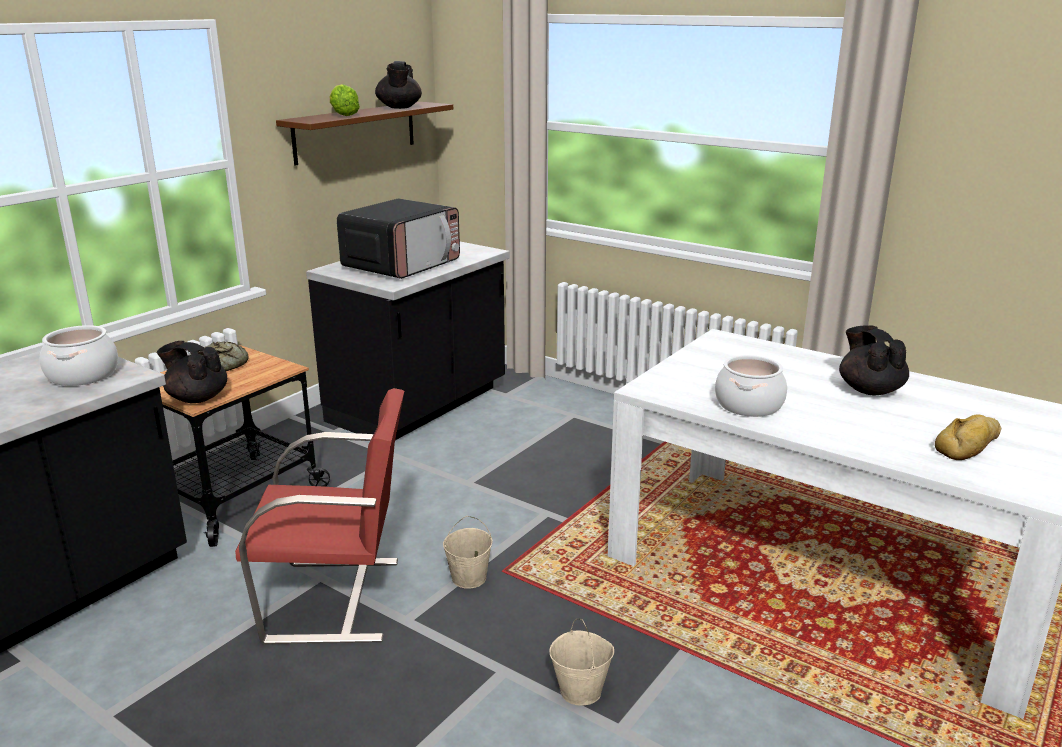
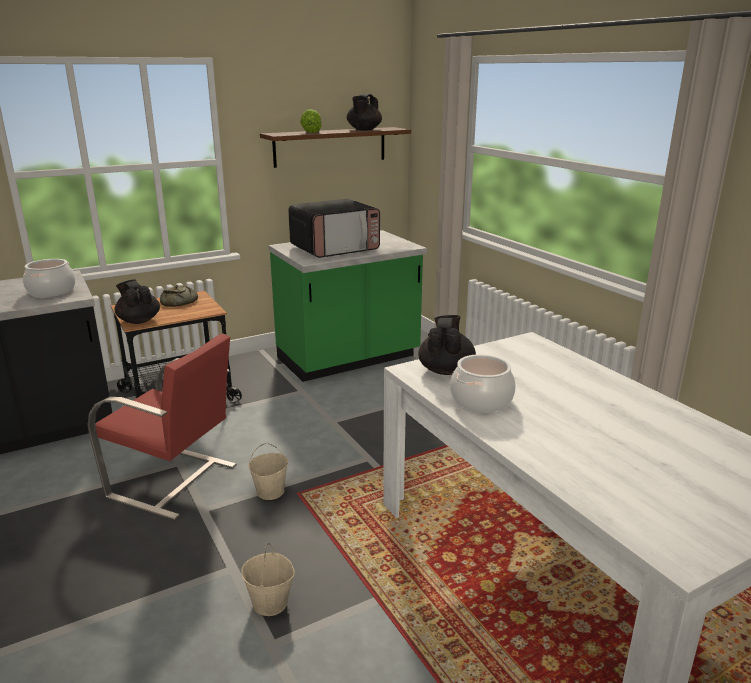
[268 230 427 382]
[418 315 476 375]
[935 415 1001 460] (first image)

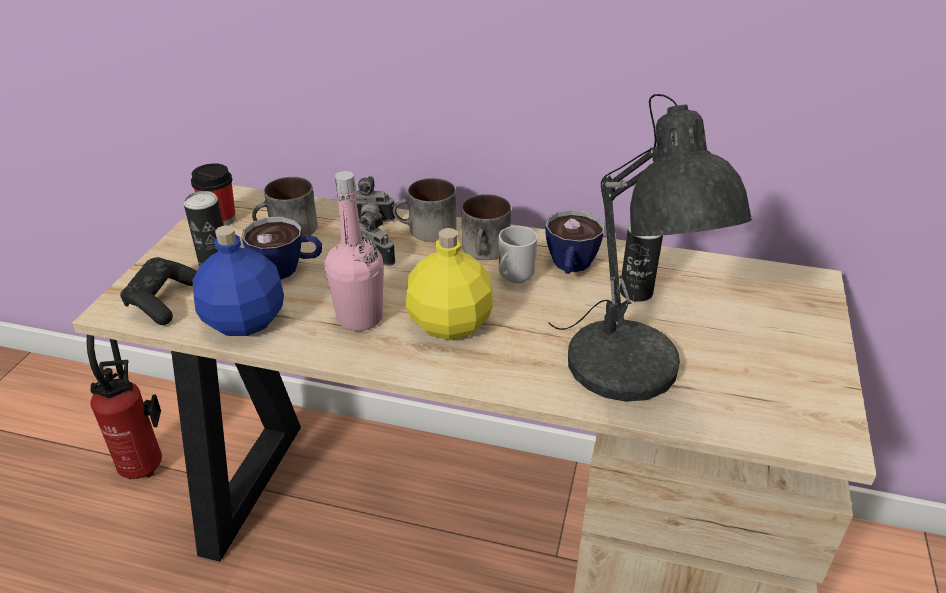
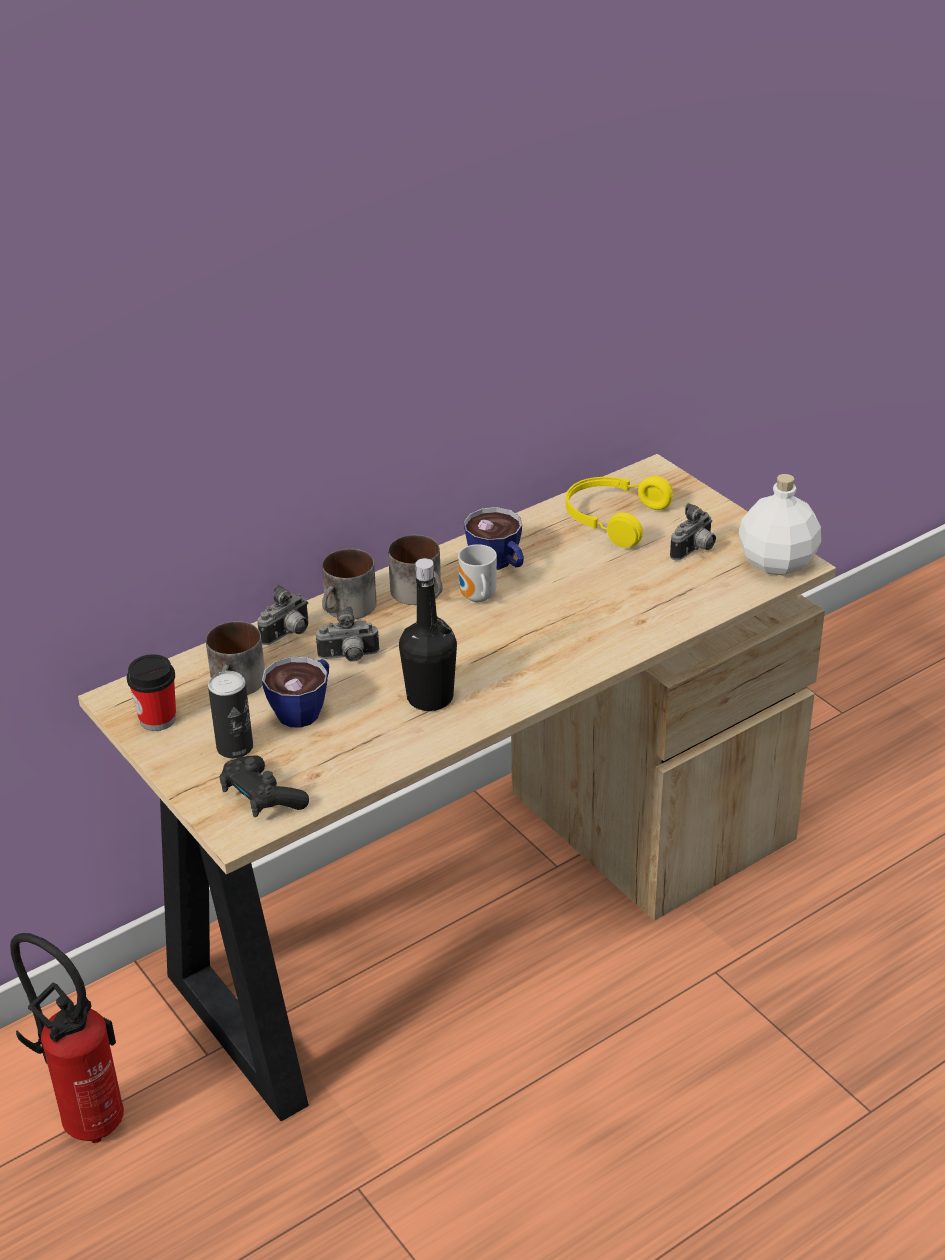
[193 225 284 336] (first image)
[399 558 457 711]
[406 228 493 340] (first image)
[549 94 752 401] (first image)
[620 224 663 302] (first image)
[566 476 673 548]
[670 503 716 560]
[739 474 821 575]

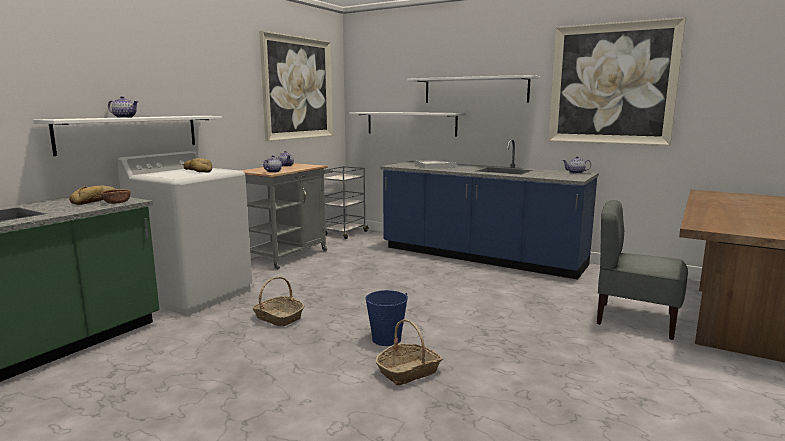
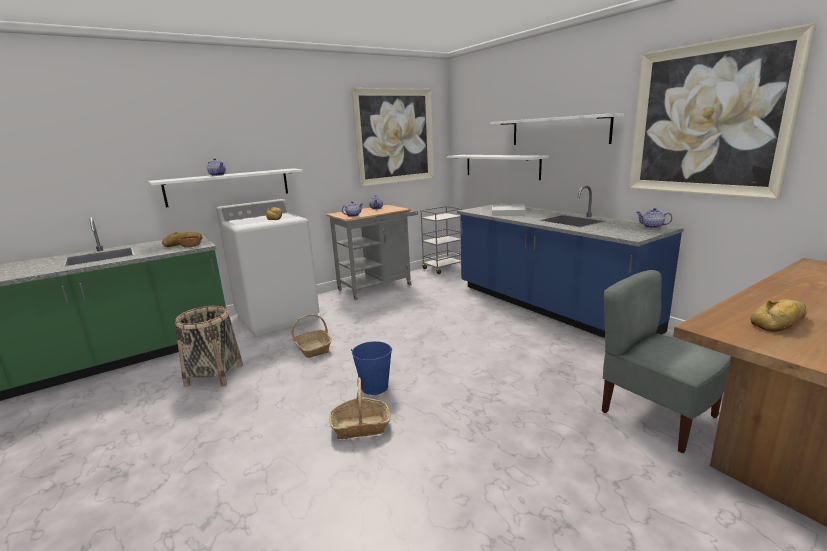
[175 306 243 387]
[750 299 808 332]

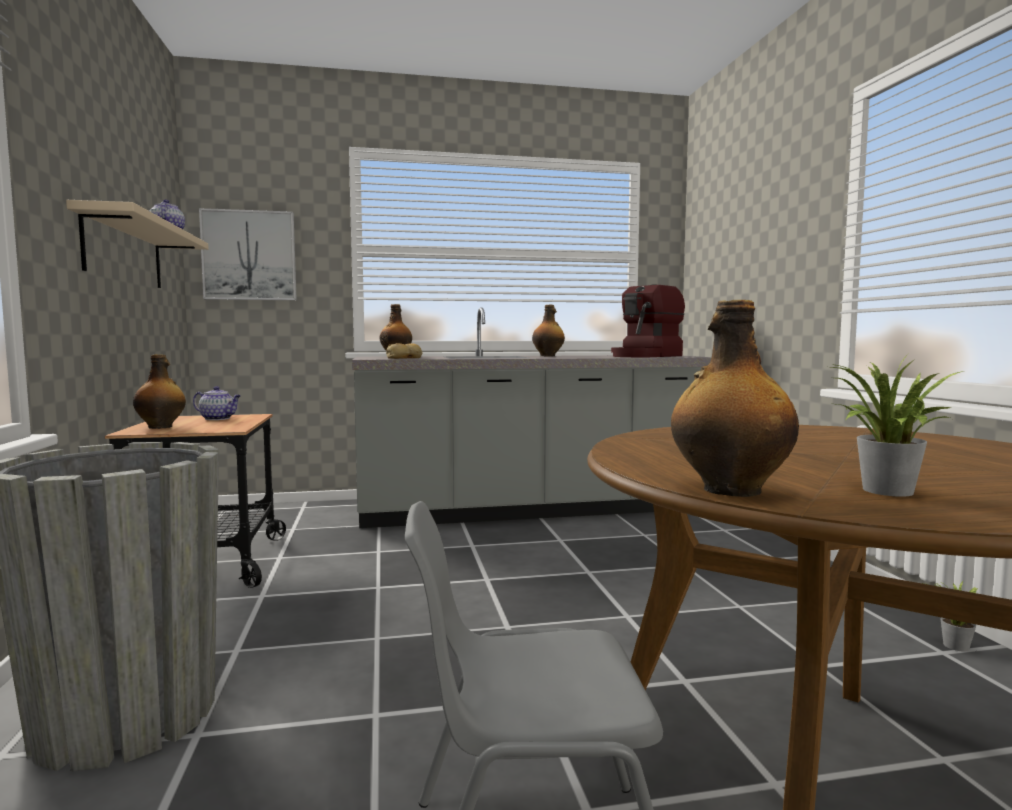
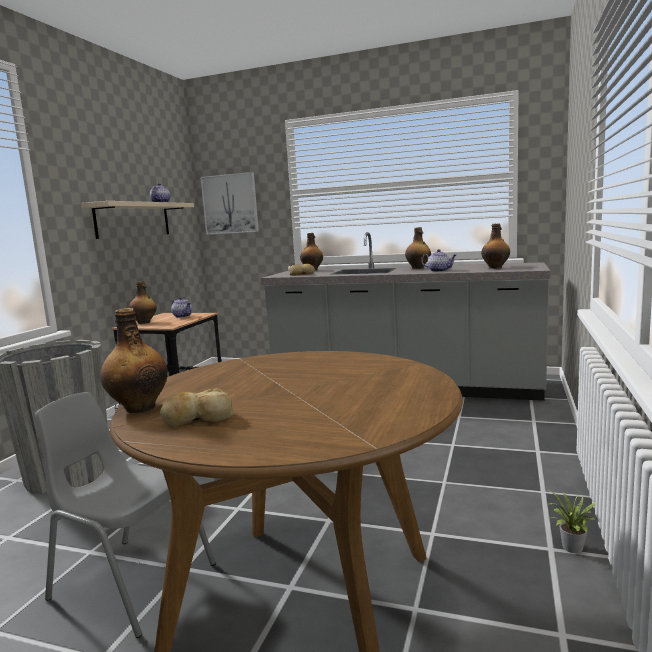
[481 223 510 269]
[160 388 233 427]
[421 249 456 272]

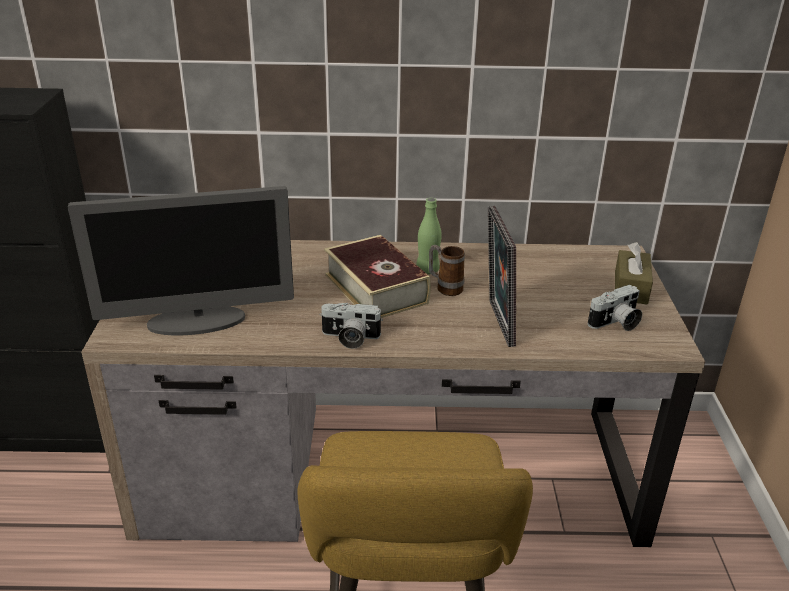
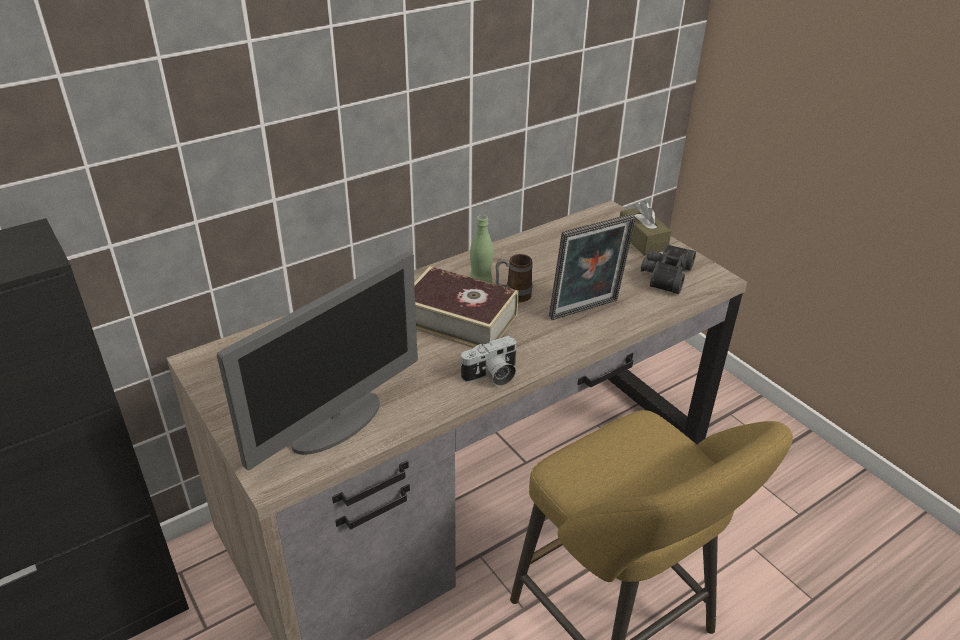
[549 214 636 320]
[641 244 696 294]

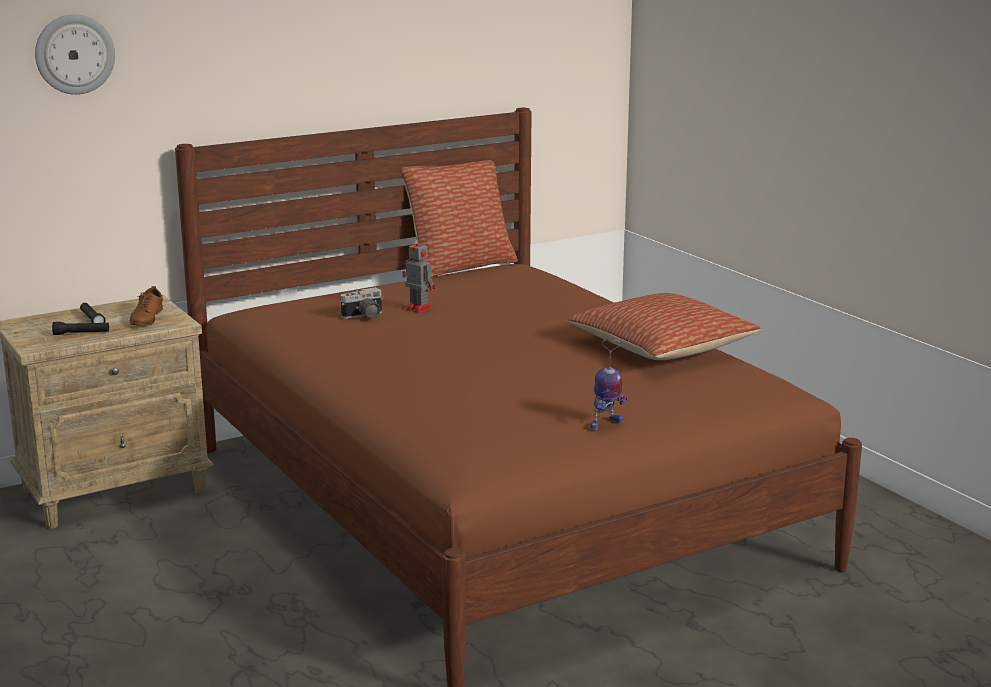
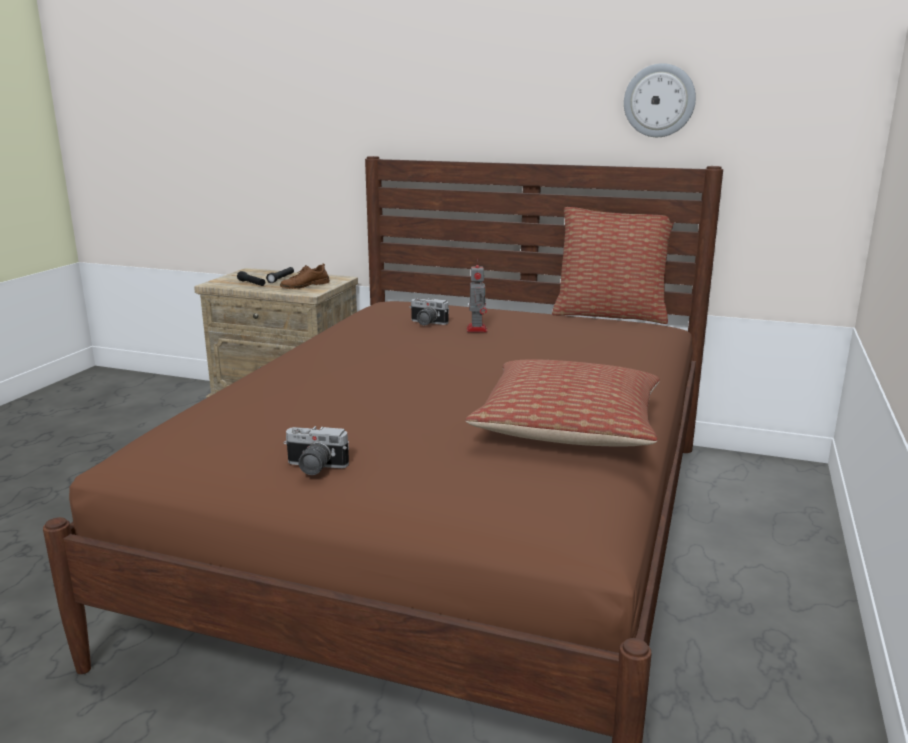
[624 63 696 137]
[283 426 349 475]

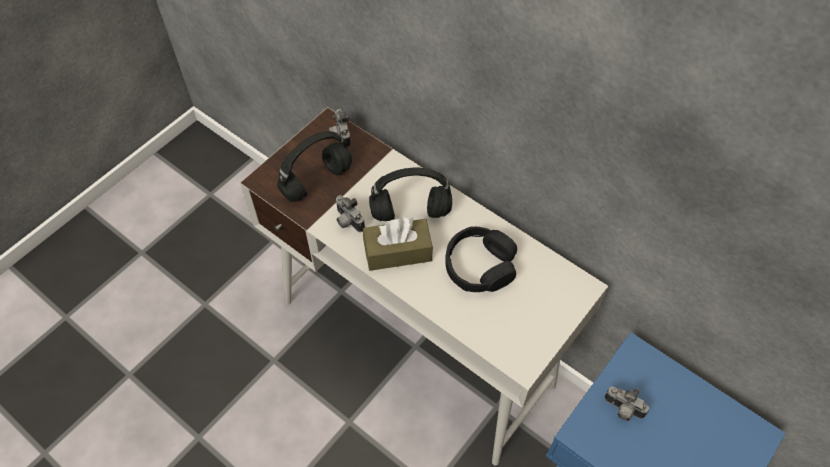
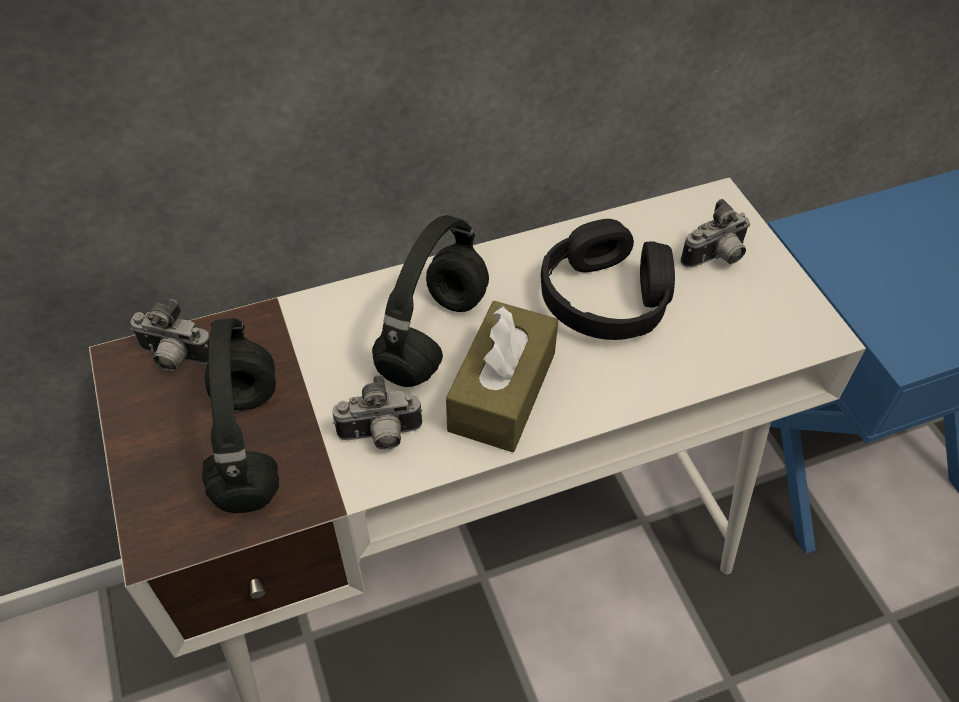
[680 199 750 268]

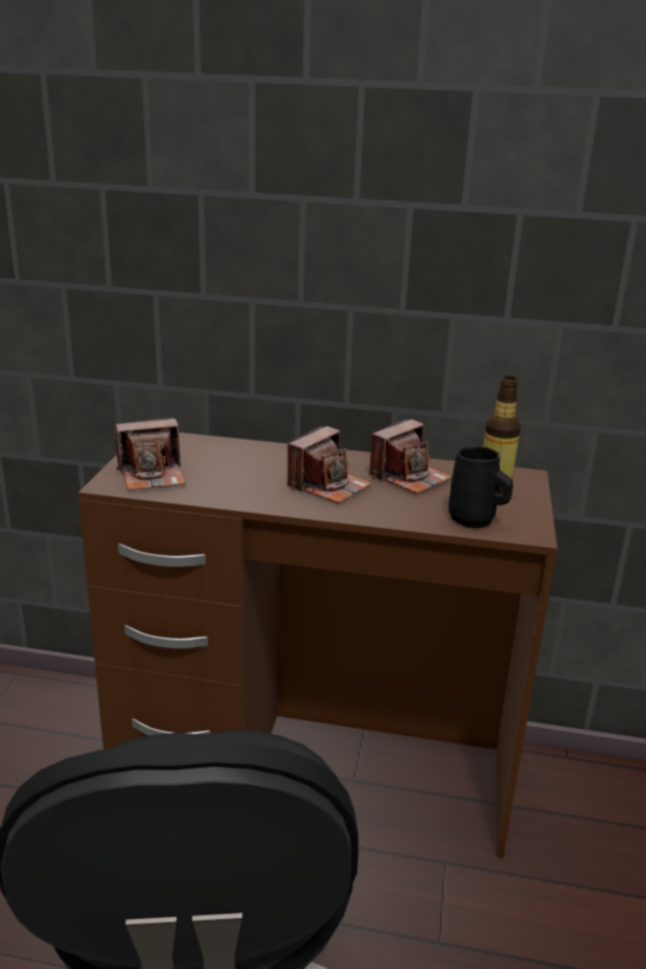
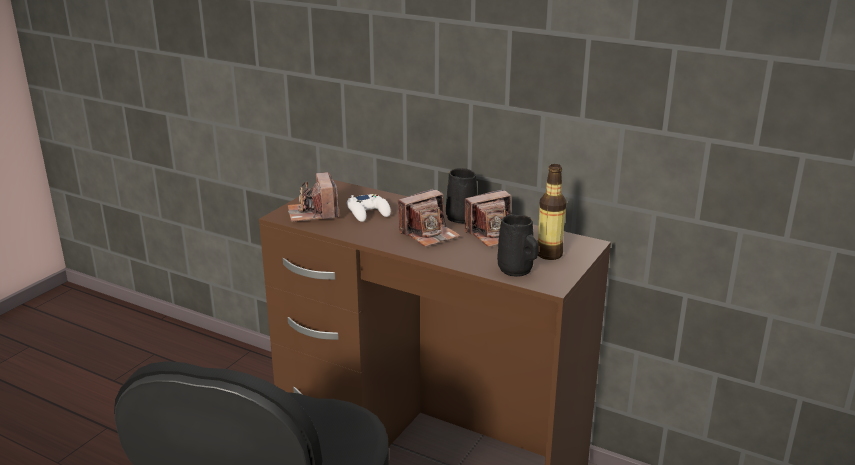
[288 172 339 222]
[347 194 391 222]
[446 168 478 224]

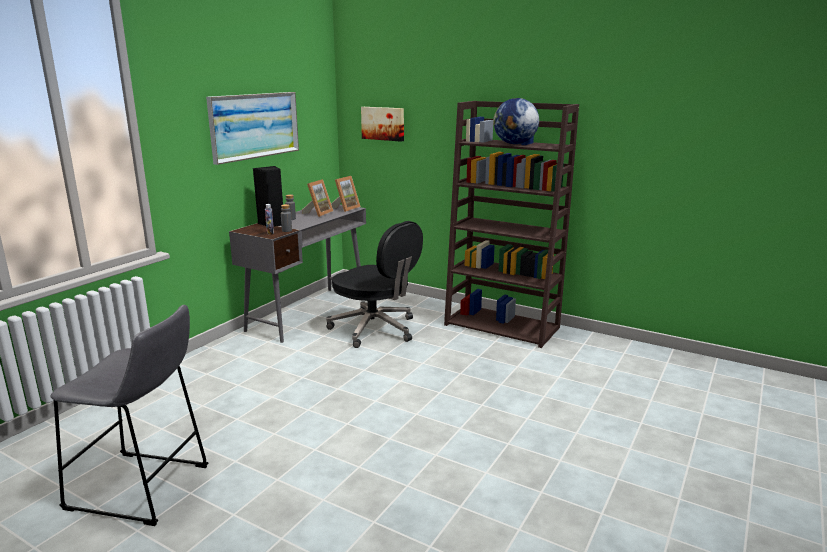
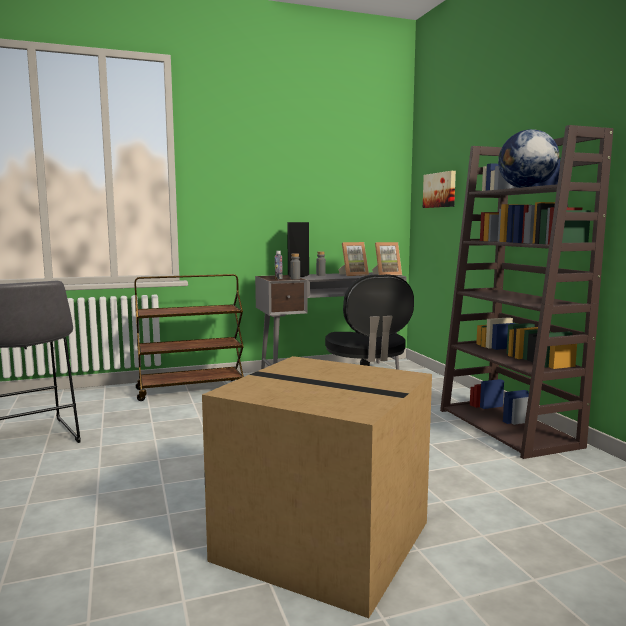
[206 92 299 165] (first image)
[134 274 244 401]
[202 356 432 618]

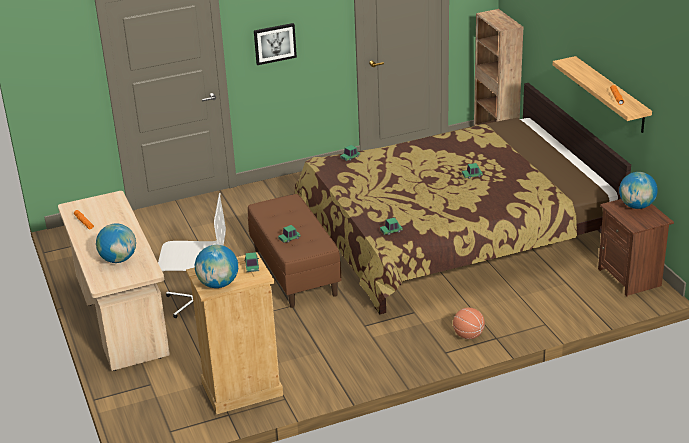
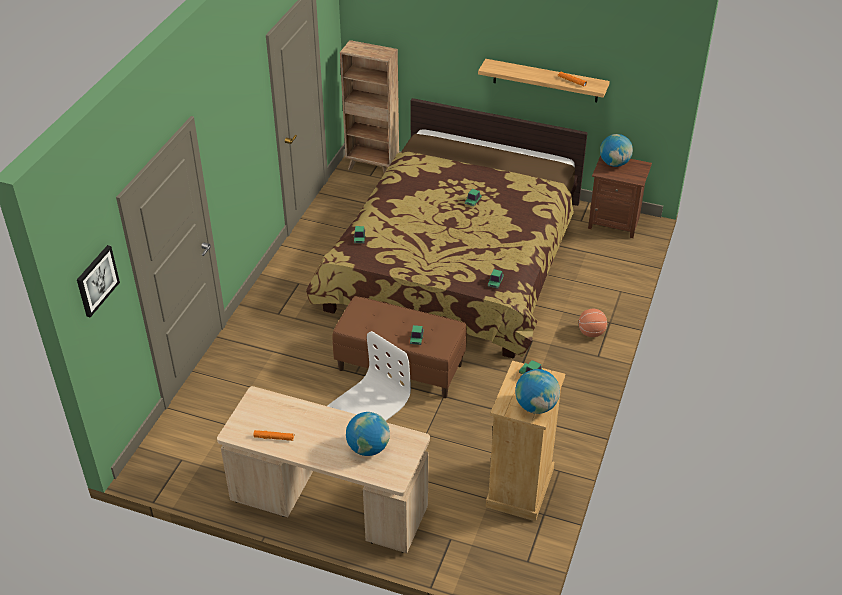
[77 245 120 318]

